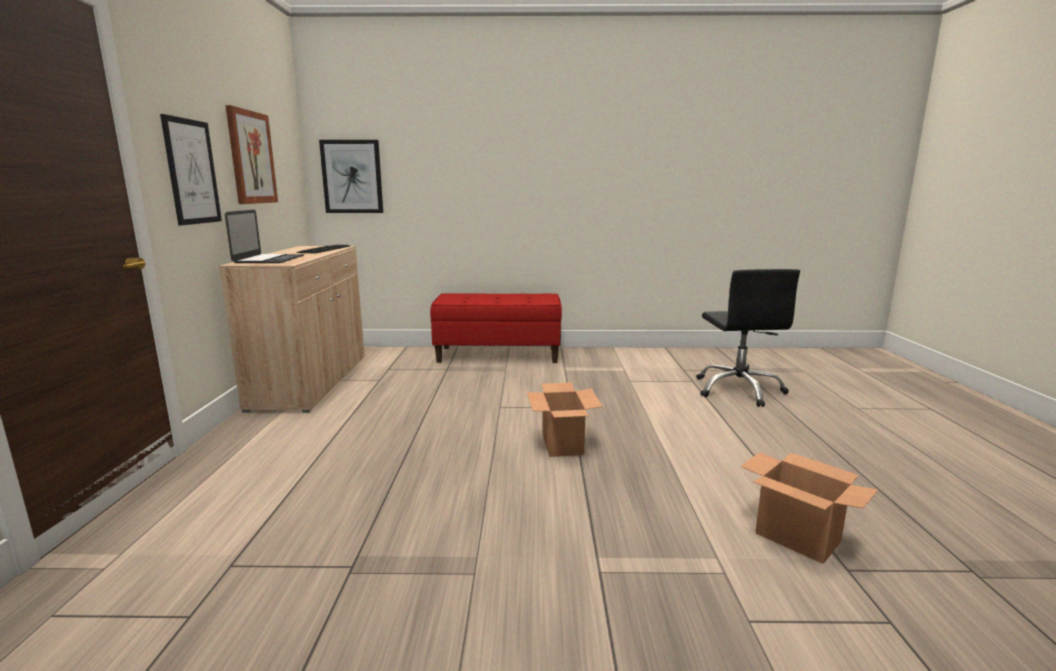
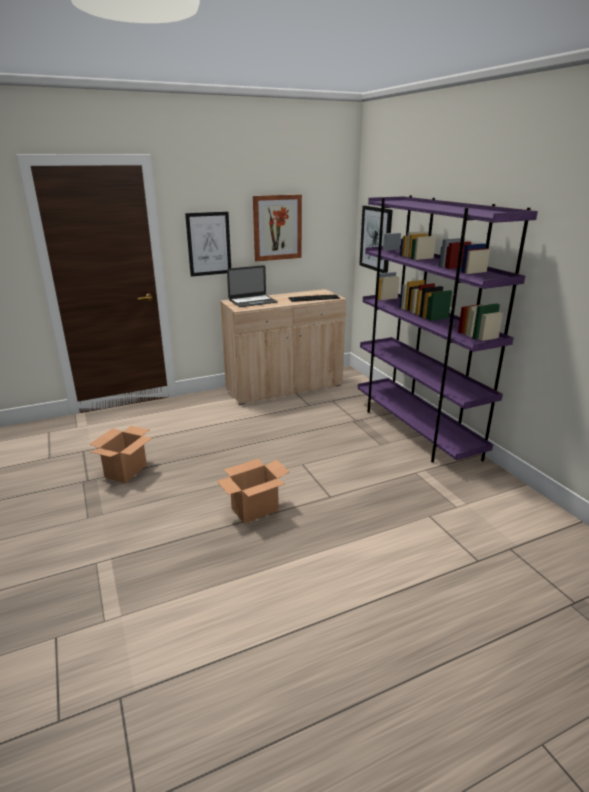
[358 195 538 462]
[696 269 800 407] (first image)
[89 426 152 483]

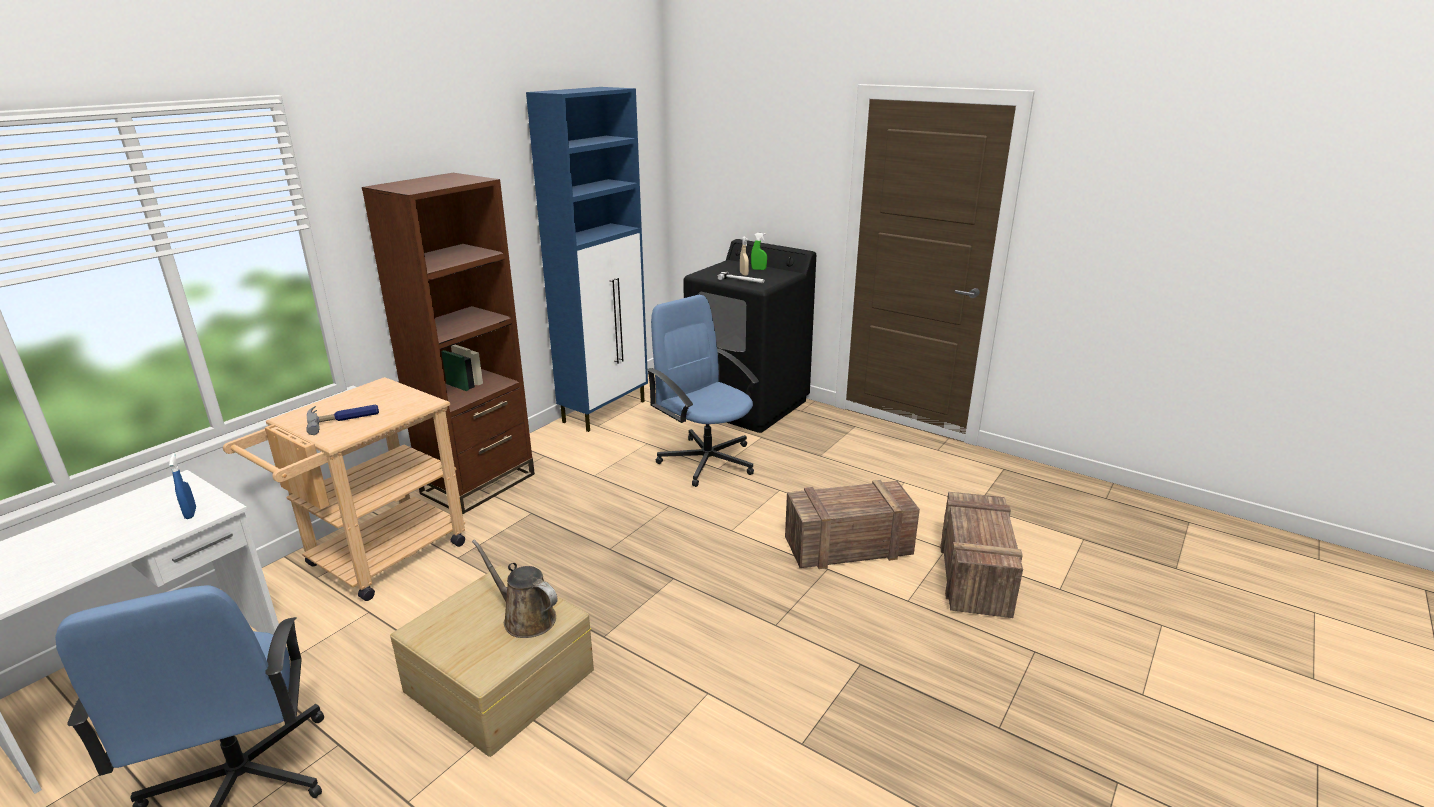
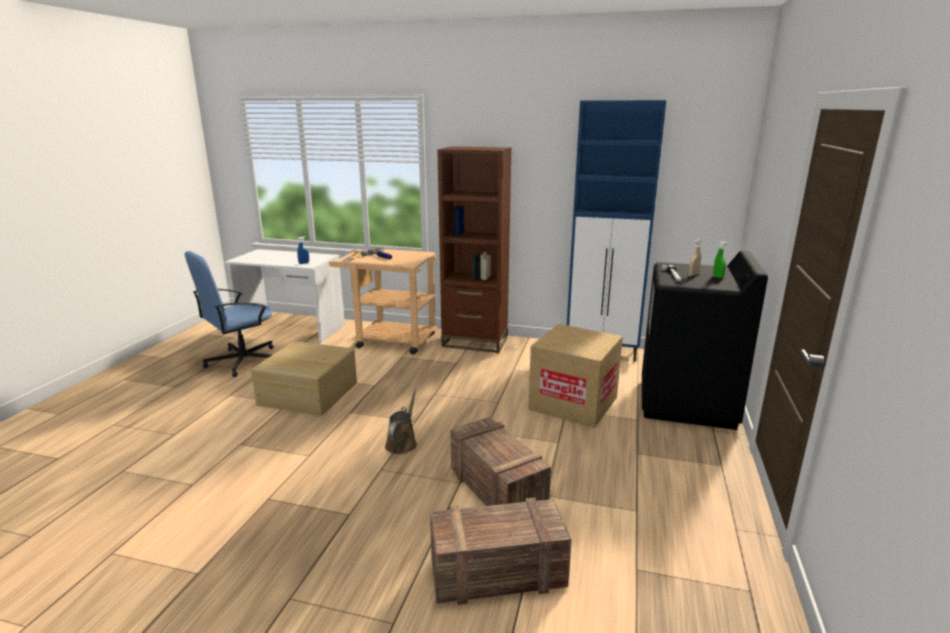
[385 389 417 454]
[528 324 623 428]

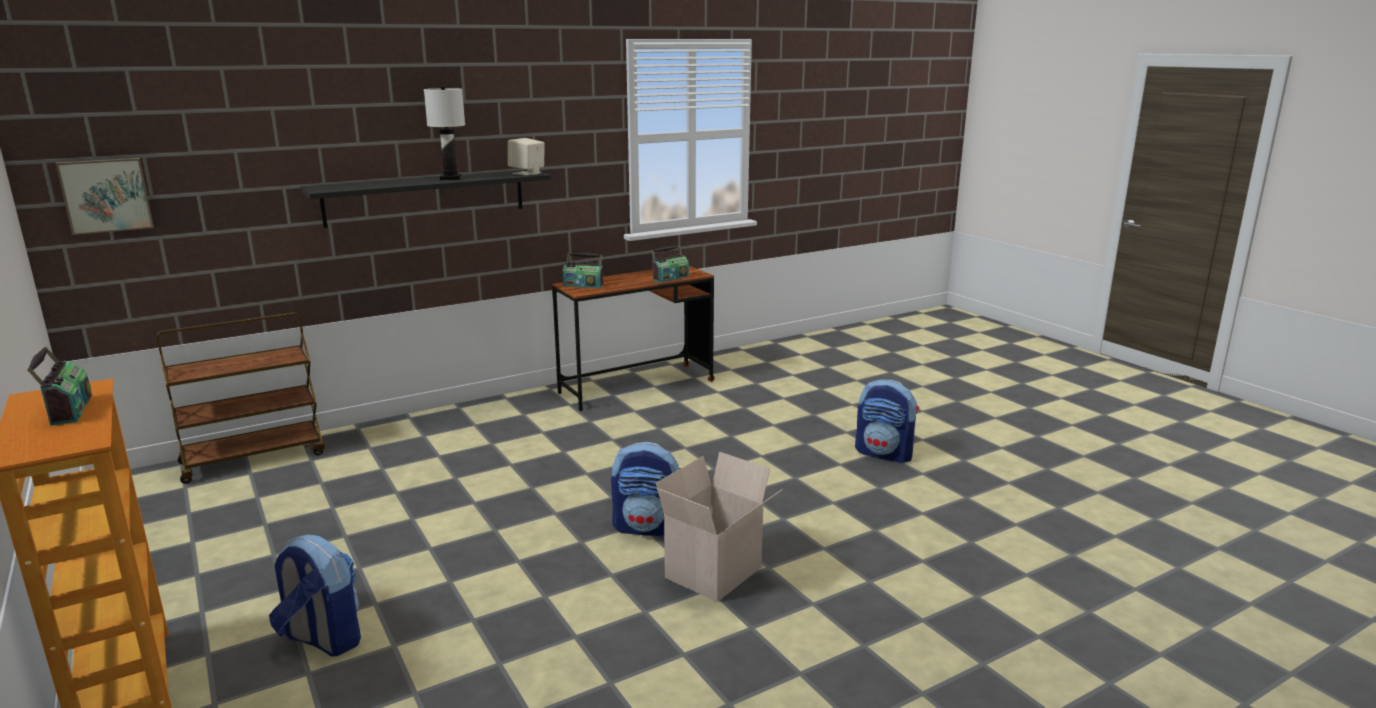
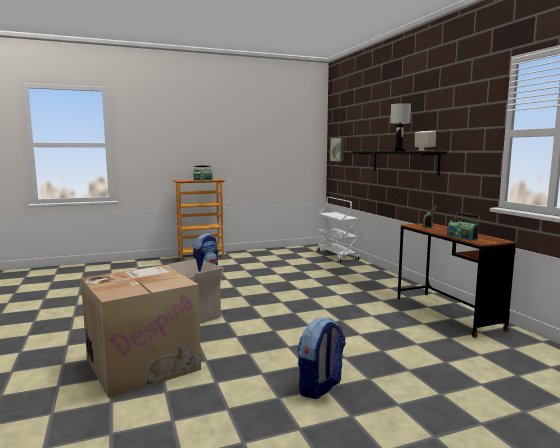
[317 197 360 262]
[611 441 681 536] (first image)
[81 265 201 398]

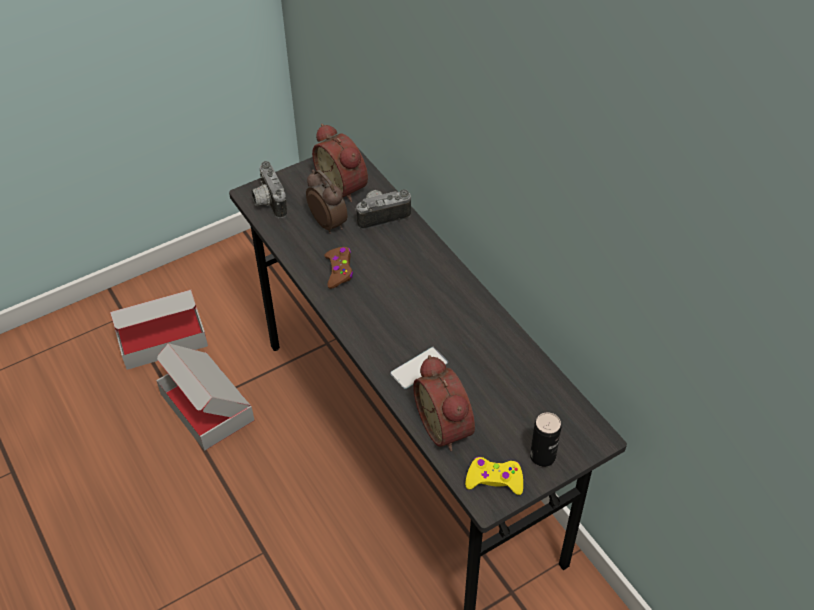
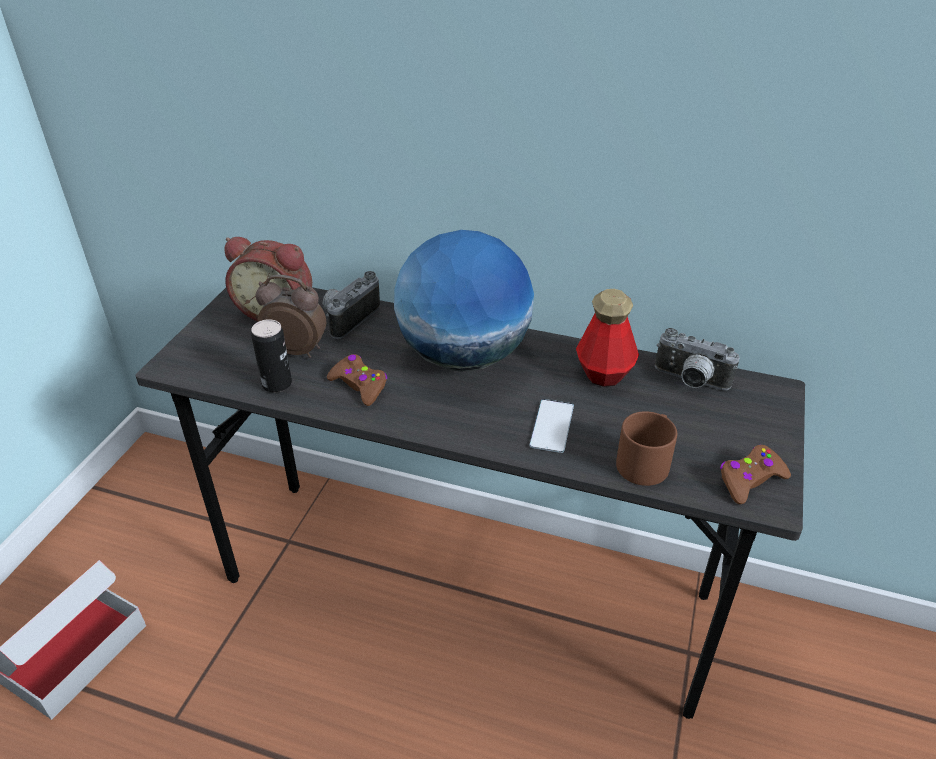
[156 343 254 451] (first image)
[655 328 740 390]
[616 411 677 486]
[720 445 791 504]
[251 319 292 393]
[394 230 534 372]
[576 289 639 387]

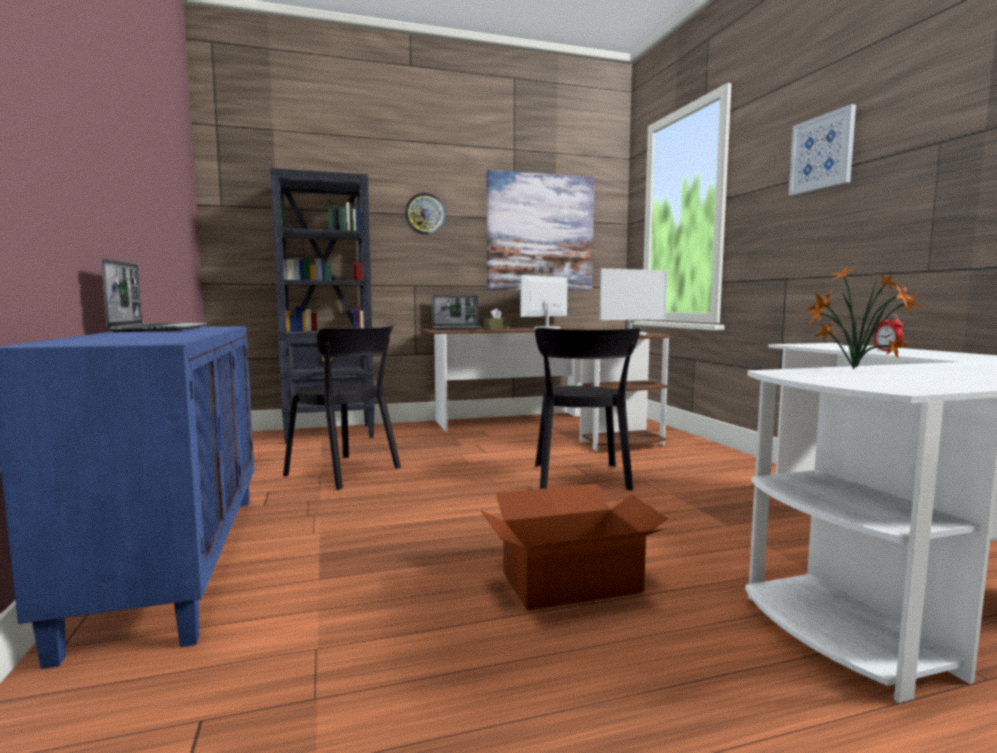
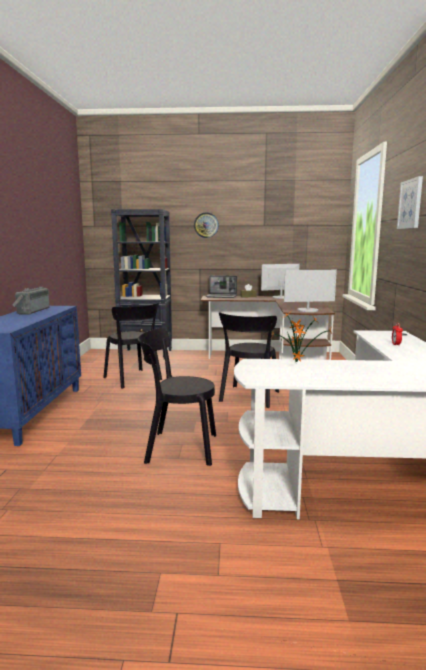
[12 287 50 315]
[138 328 216 466]
[487 170 594 290] (first image)

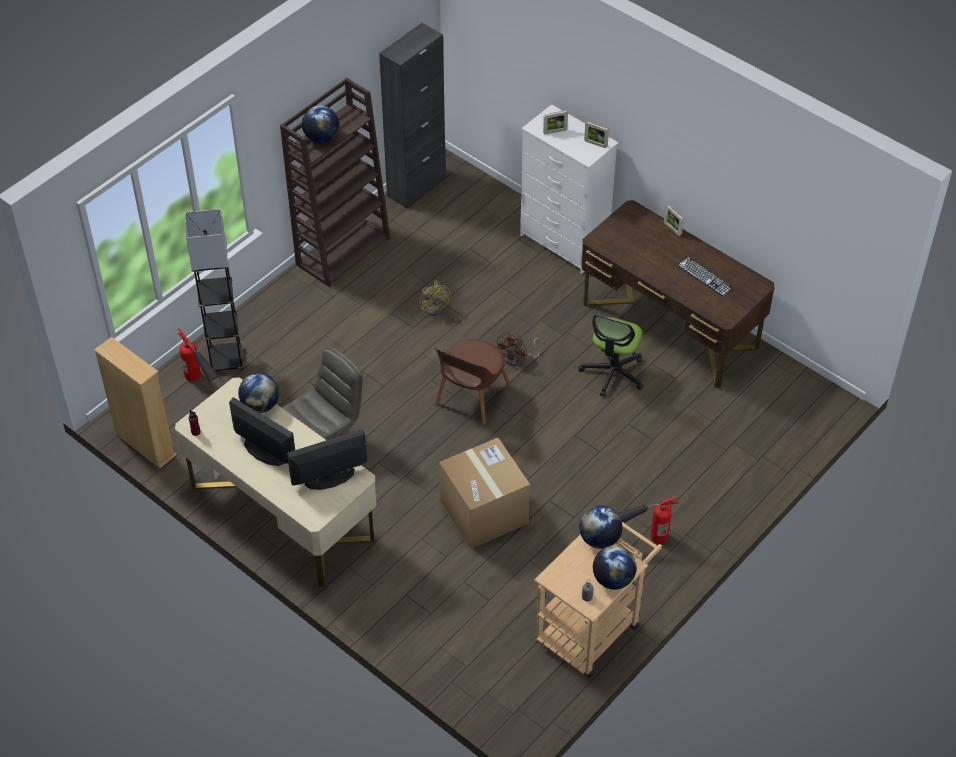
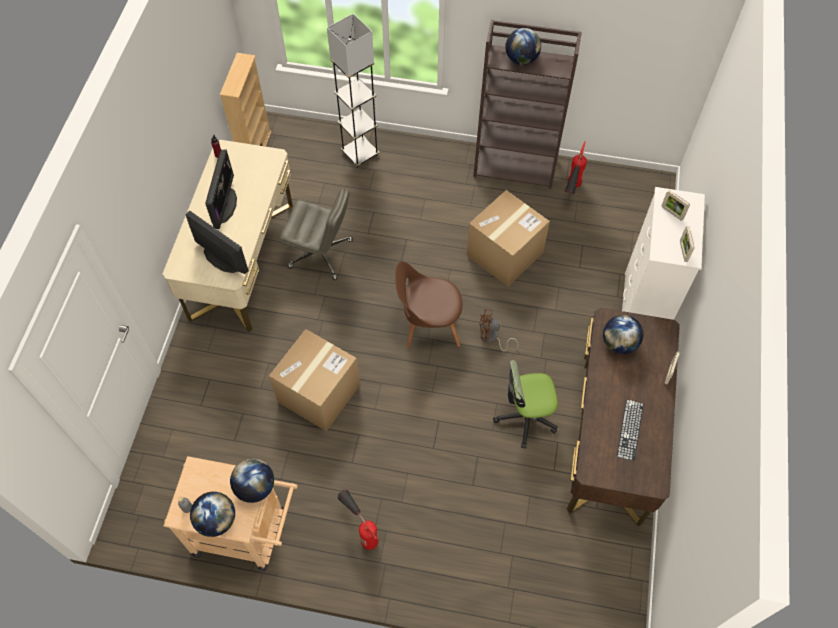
[565 141 587 194]
[603 315 643 354]
[379 23 446 209] (first image)
[467 190 550 286]

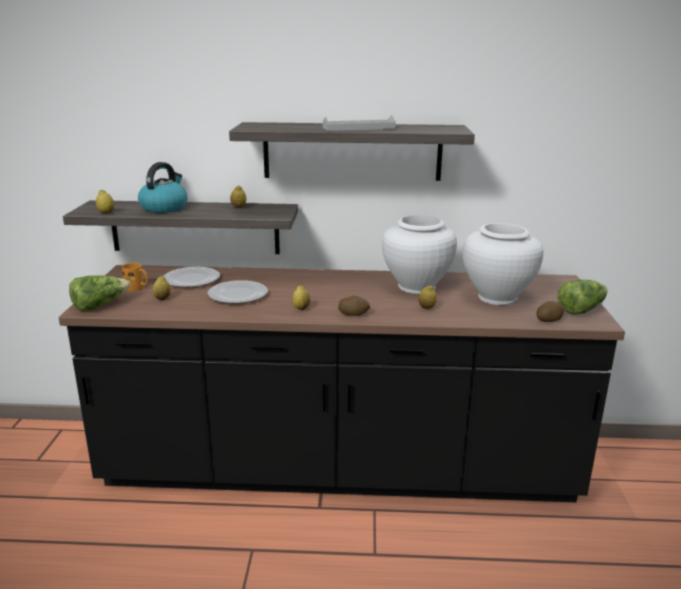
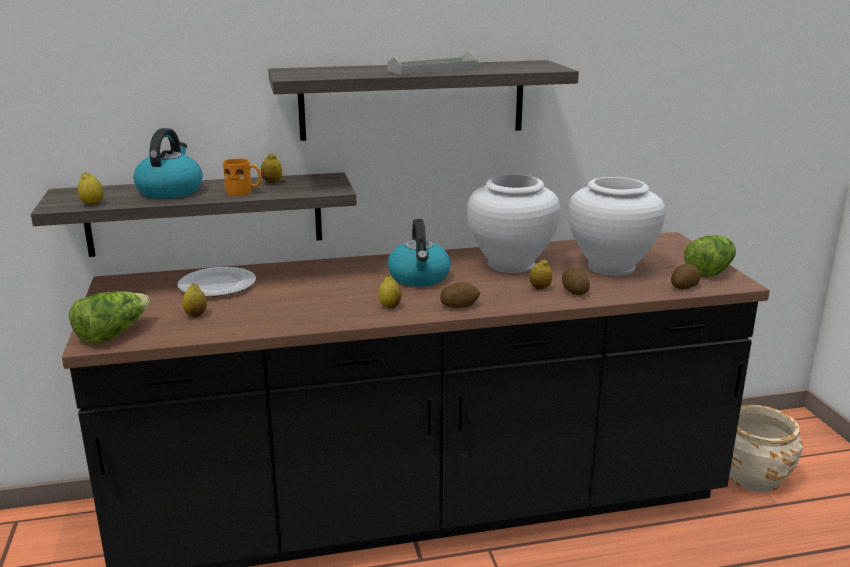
[223 158 261 196]
[207 280 268 303] (first image)
[387 219 451 287]
[562 268 590 295]
[729 405 803 492]

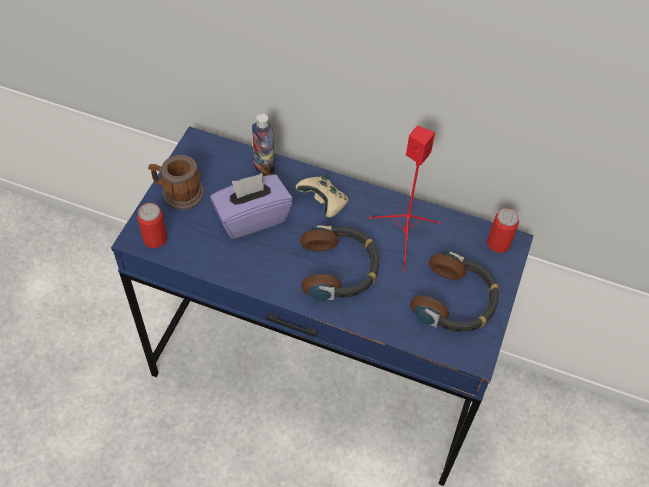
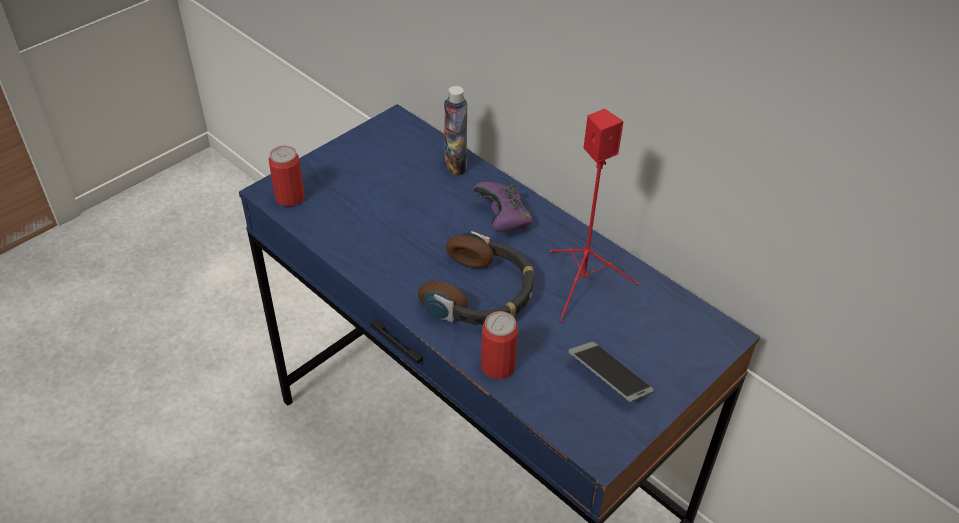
[148 155 204 210] (first image)
[210 173 293 239] (first image)
[473 182 532 232]
[568 342 654 402]
[481 311 518 379]

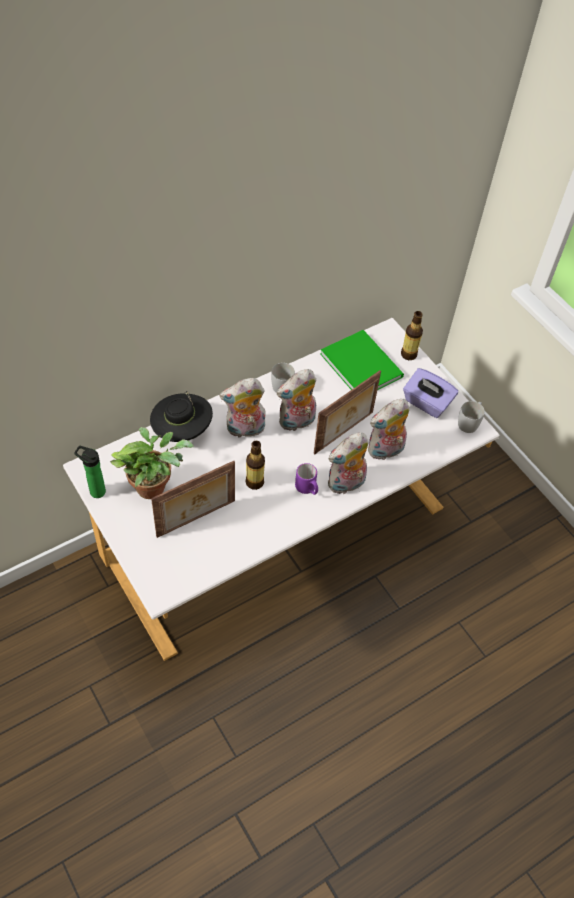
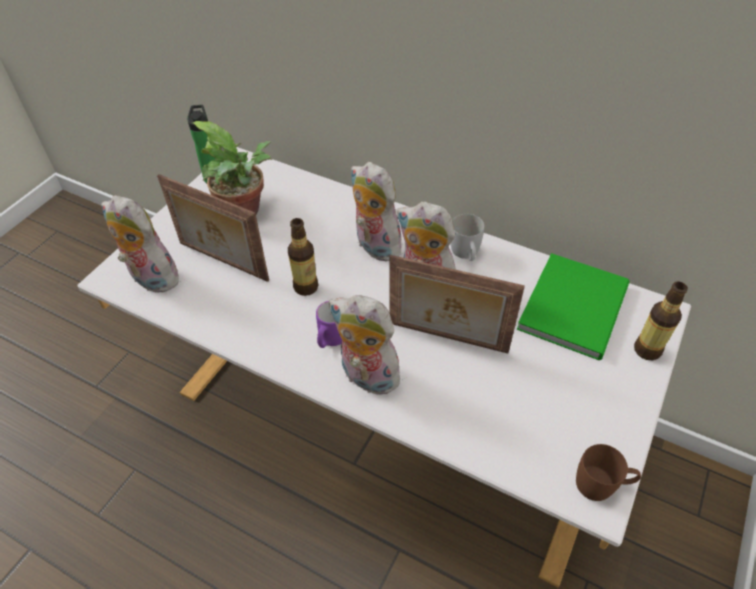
[150 391 213 442] (first image)
[101 195 184 293]
[403 368 458 418] (first image)
[576 444 641 501]

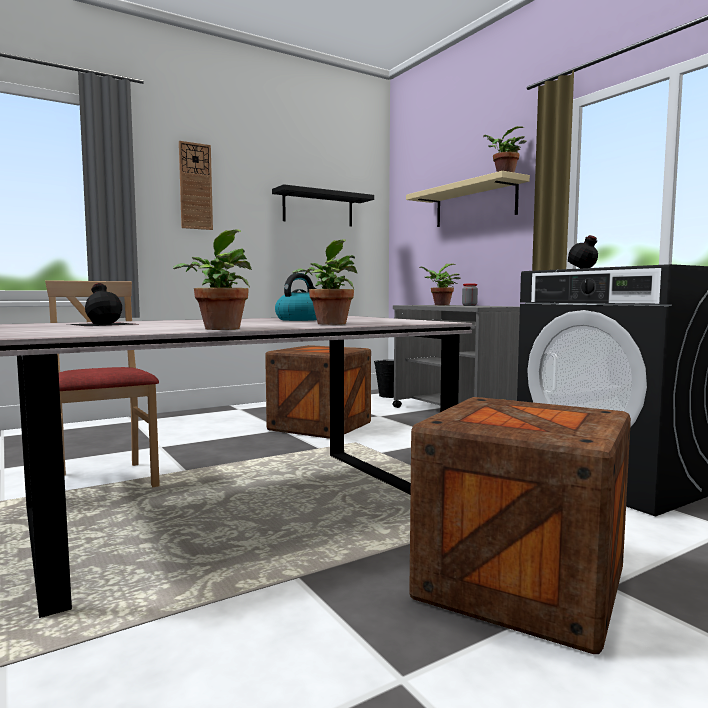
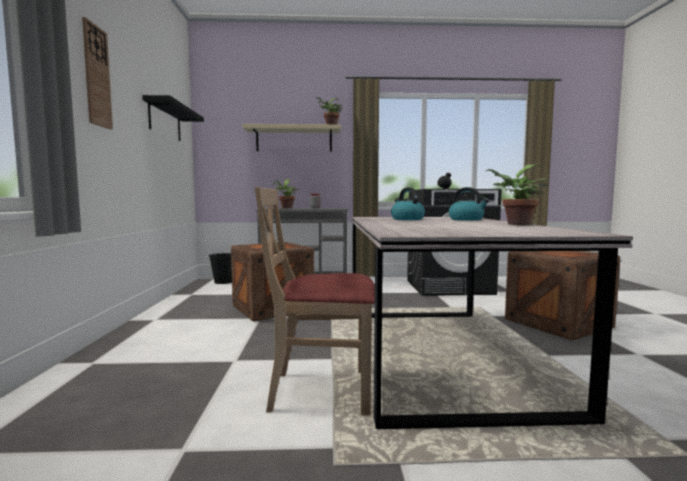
[68 283 136 326] (first image)
[449 187 489 221]

